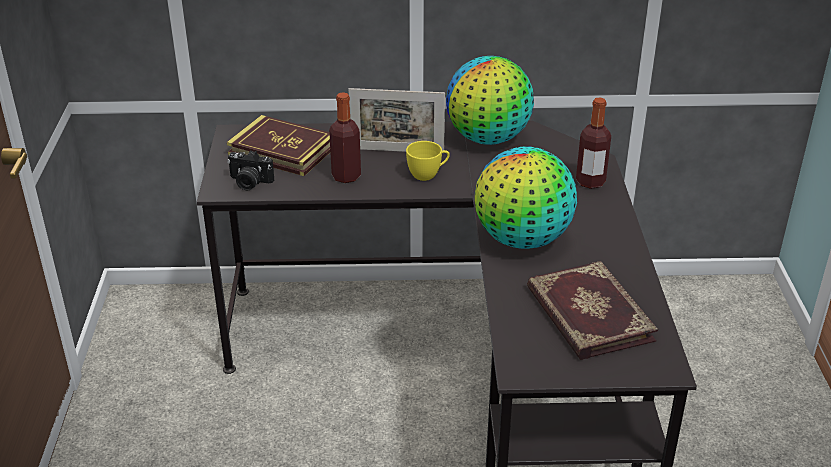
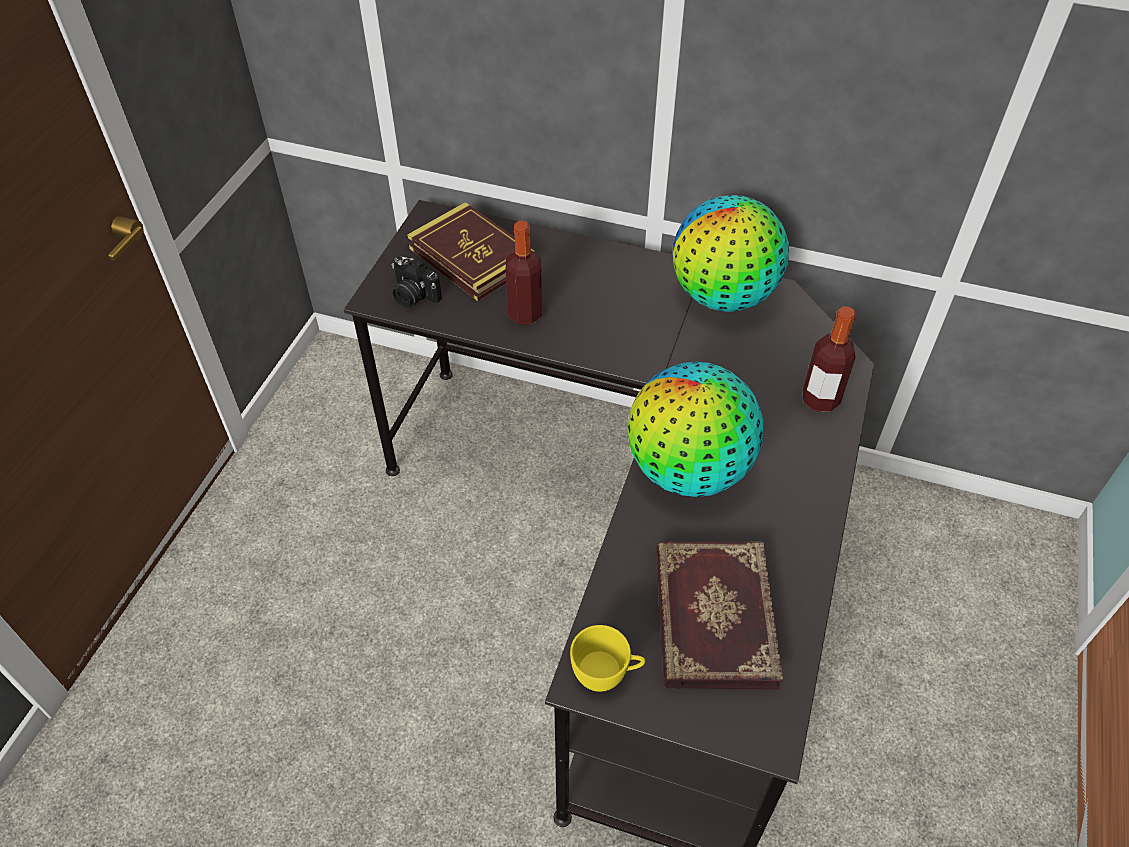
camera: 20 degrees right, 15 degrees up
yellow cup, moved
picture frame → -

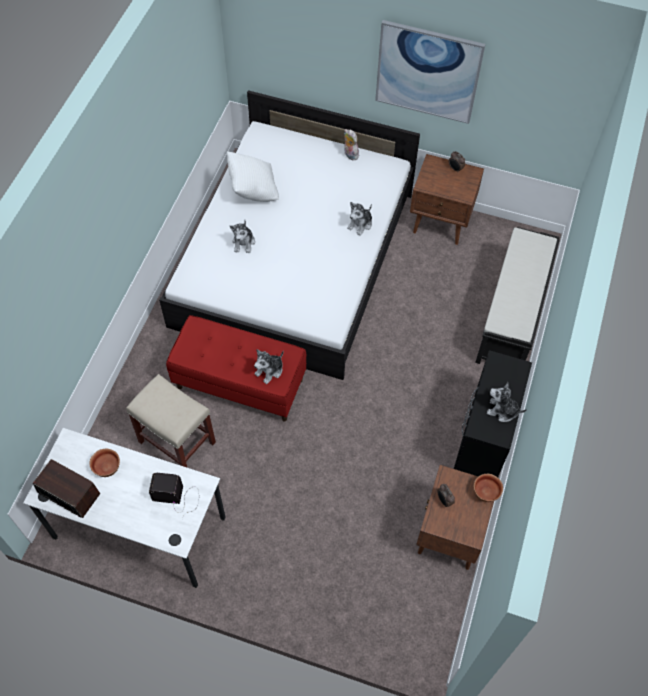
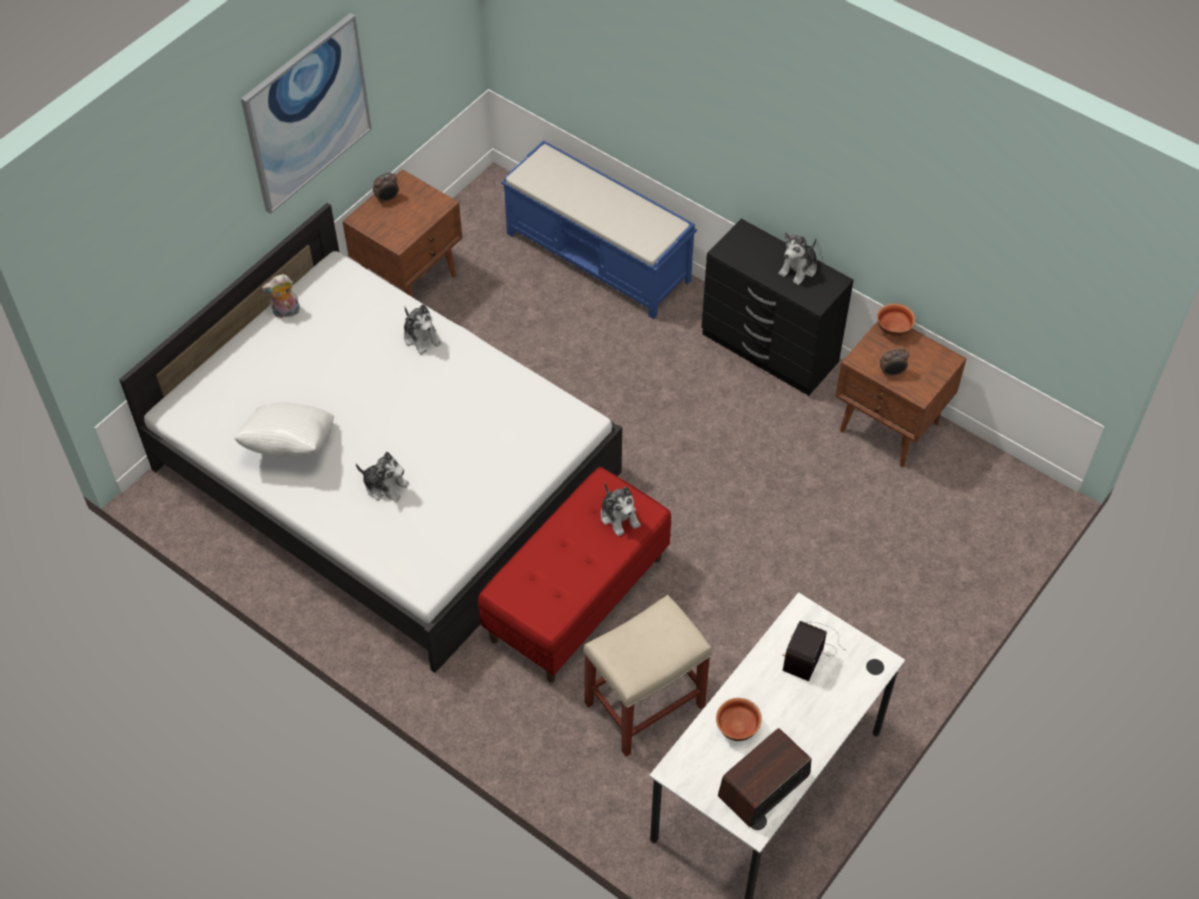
camera: 70 degrees left, 5 degrees down
black bench → blue bench

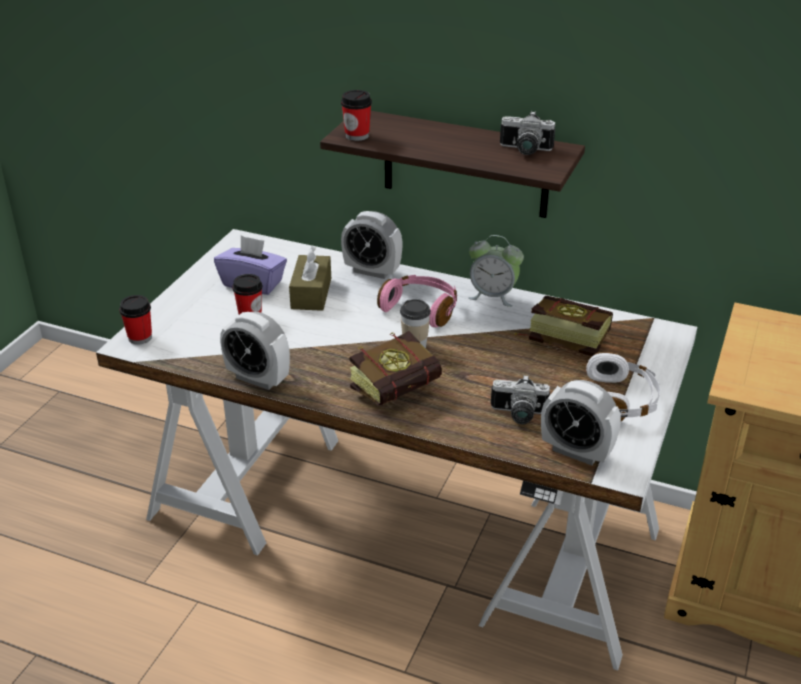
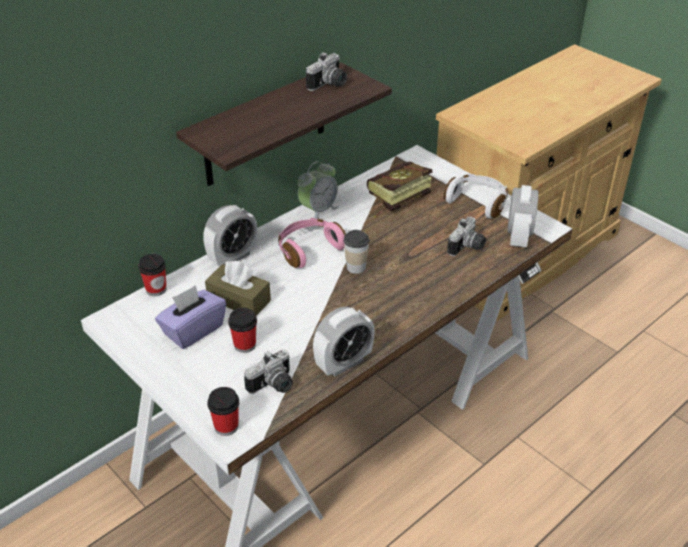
camera: 65 degrees left, 5 degrees up
cup (3rd from left in the first image) → cup (1st from left), moved
- → photo camera (1st from left)
alarm clock (4th from left), 45 degrees counterclockwise
book (1st from left) → -

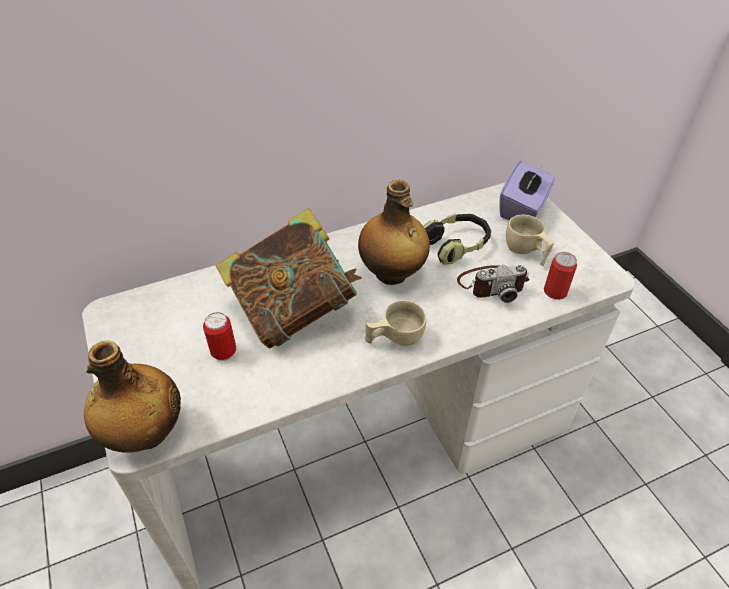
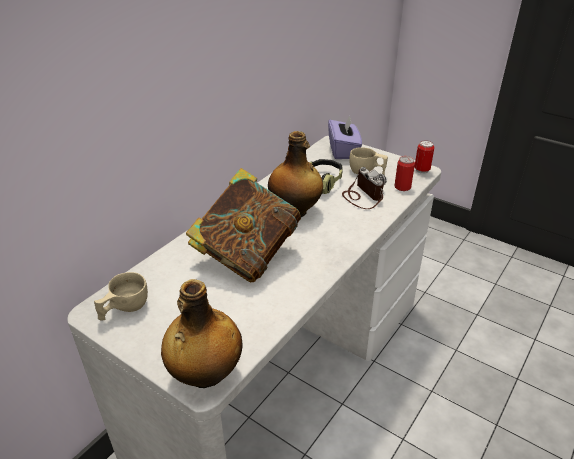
camera: 30 degrees left, 10 degrees down
beige cup (1st from left), moved
photo camera, 75 degrees counterclockwise
can (1st from left in the first image) → can (2nd from left), moved

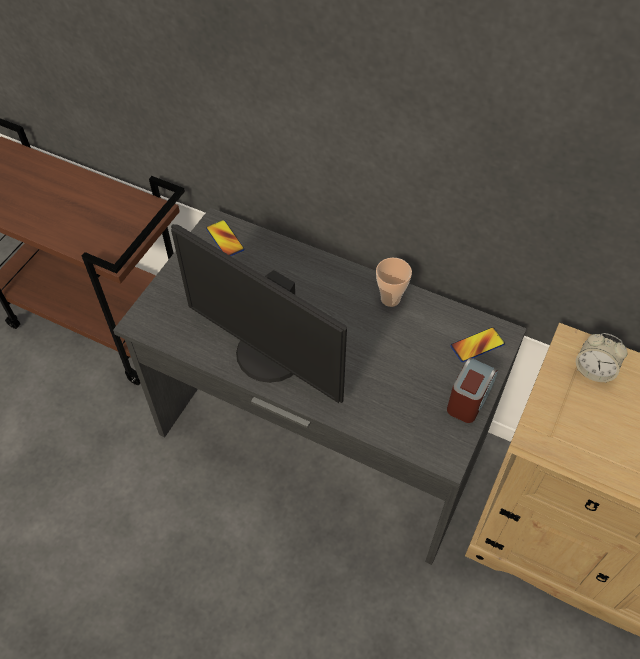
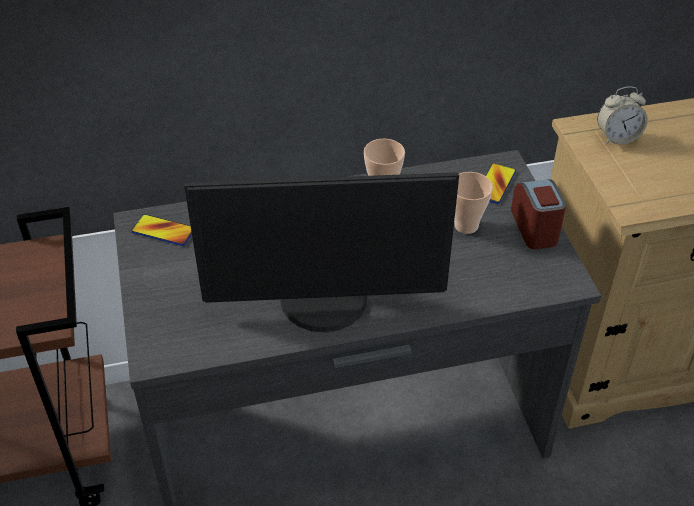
camera: 40 degrees left, 10 degrees down
- → cup (2nd from left)

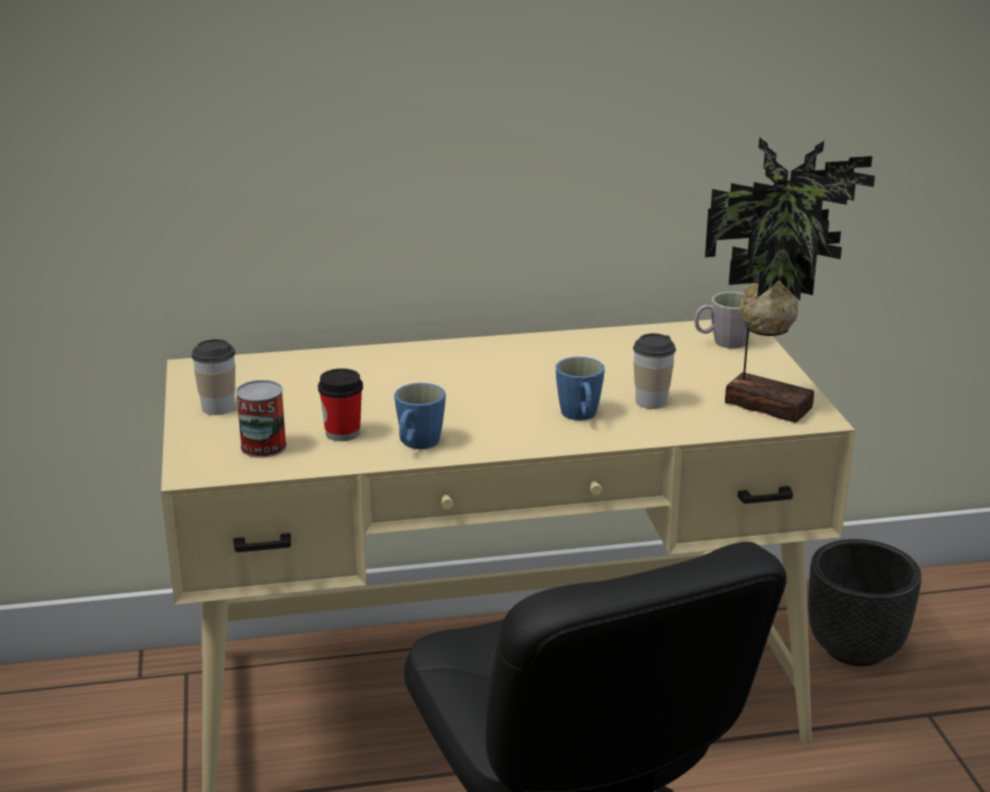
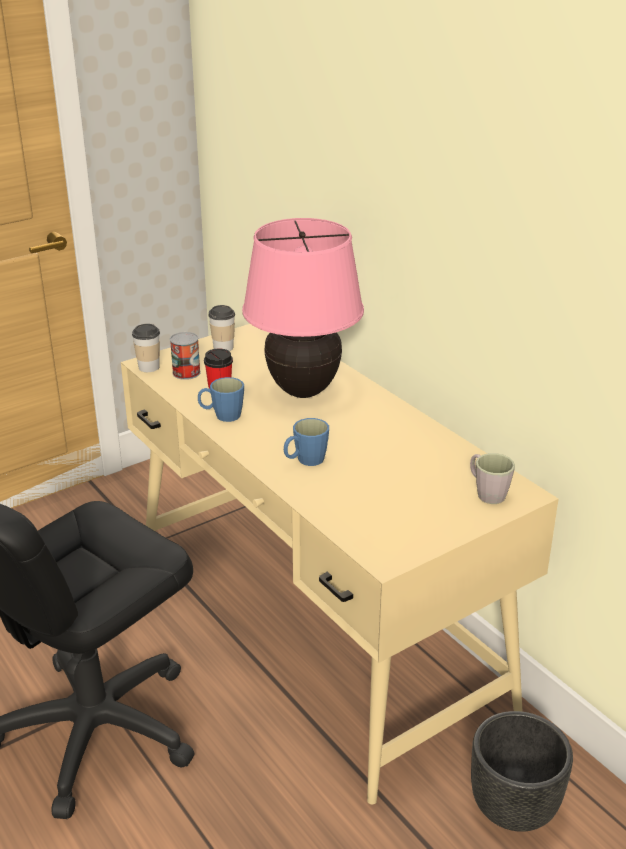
camera: 65 degrees right, 5 degrees up
cup (3rd from left in the first image) → cup (1st from left), moved
- → pink table lamp
potted plant → -

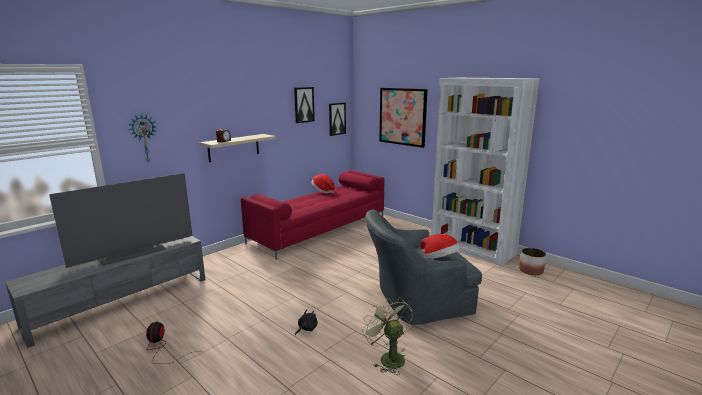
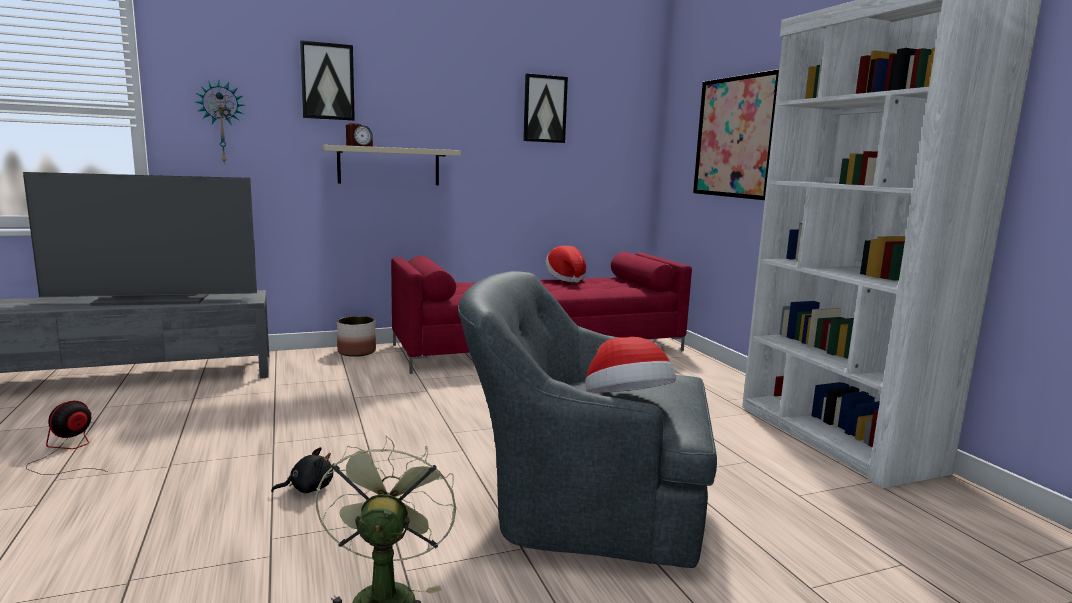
camera: 25 degrees right, 5 degrees down
picture (2nd from left in the first image) → picture (1st from left), moved
planter, moved

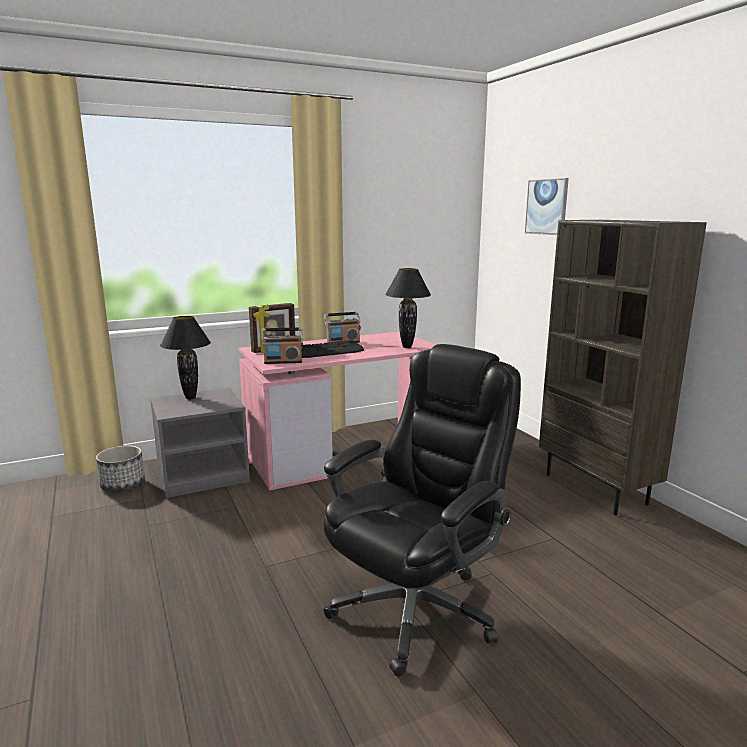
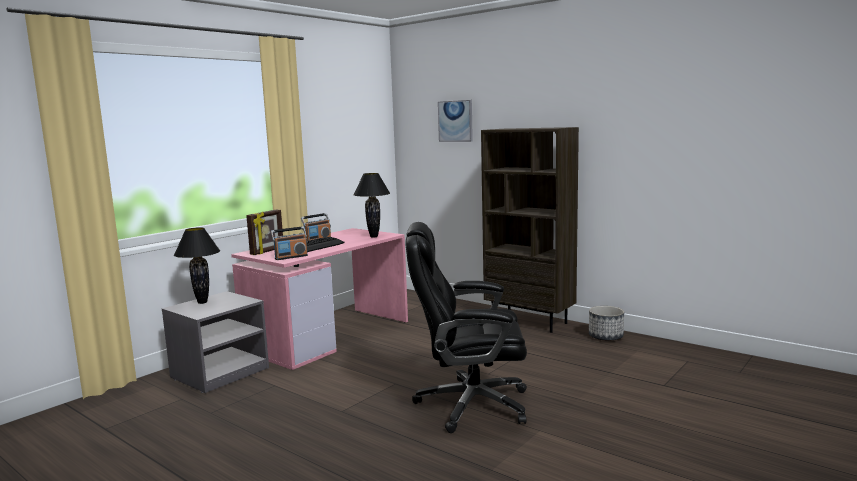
camera: 25 degrees left, 5 degrees down
black office chair, 105 degrees counterclockwise
planter, moved

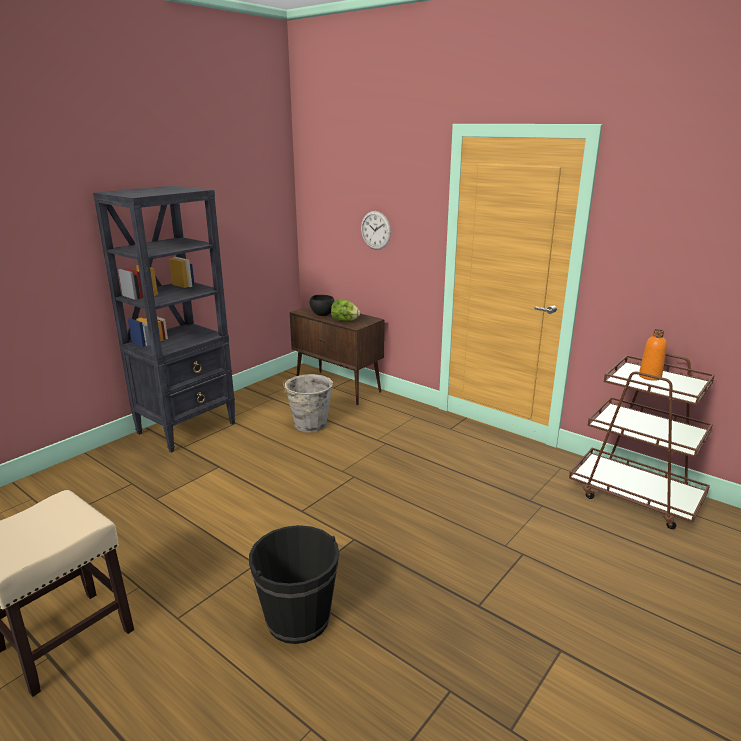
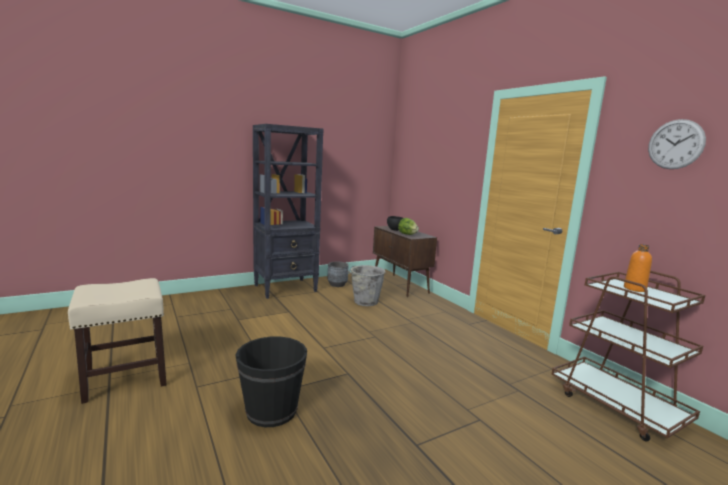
camera: 20 degrees right, 10 degrees down
- → grey planter
wall clock, moved

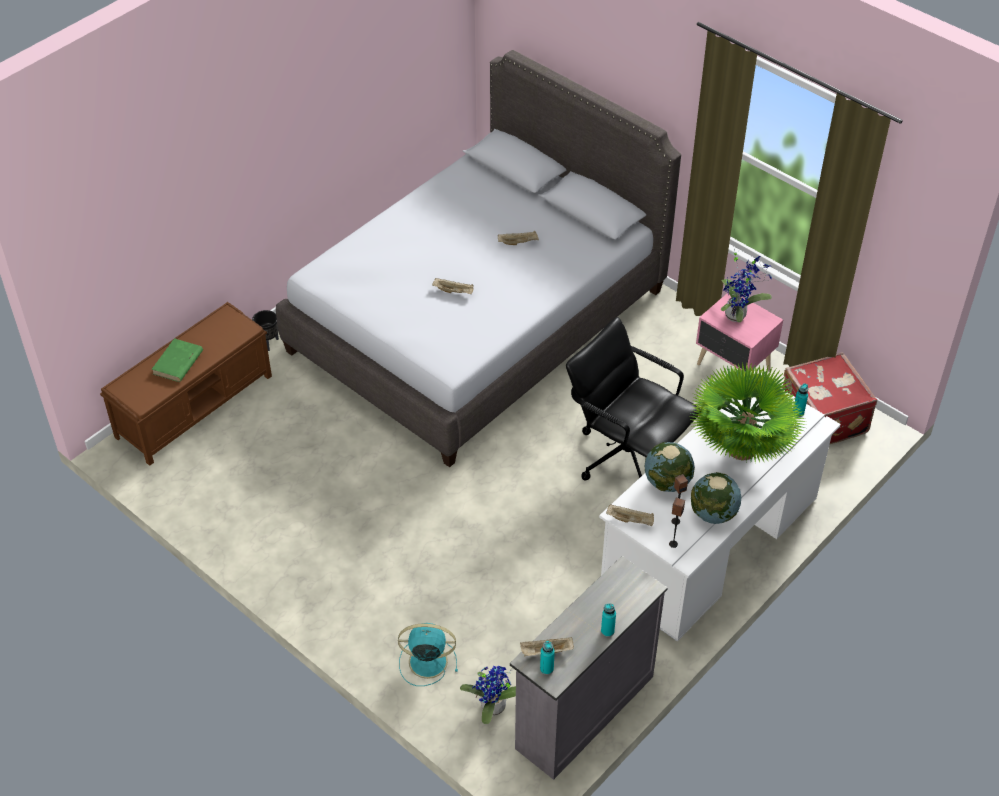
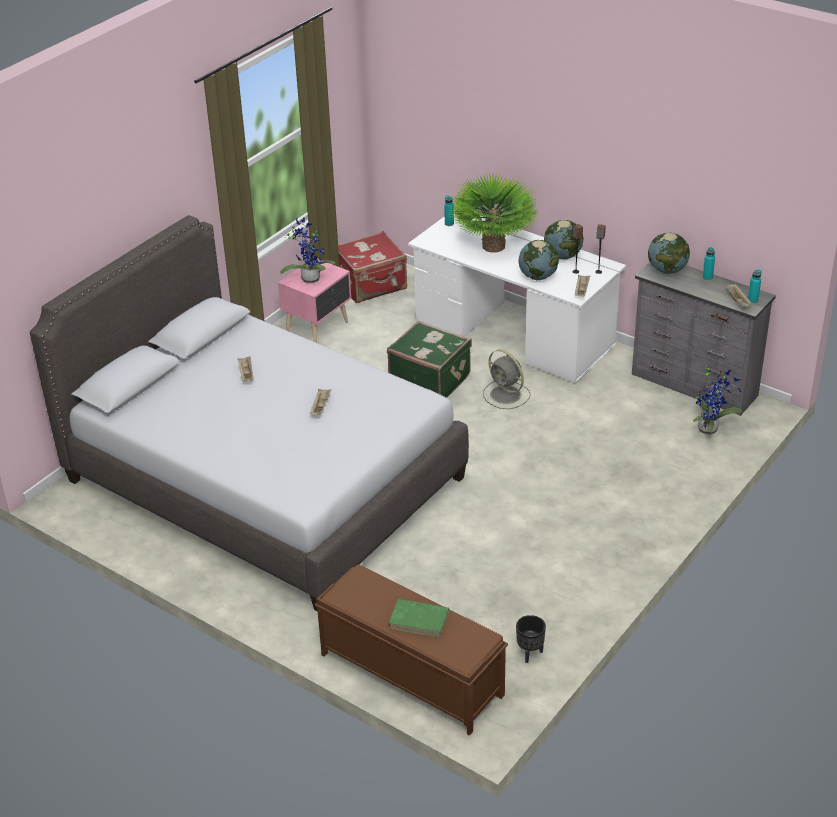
camera: 95 degrees left, 10 degrees down
black office chair → green suitcase
- → grey fan
black planter, moved
- → globe (3rd from left)
turquoise fan → -

